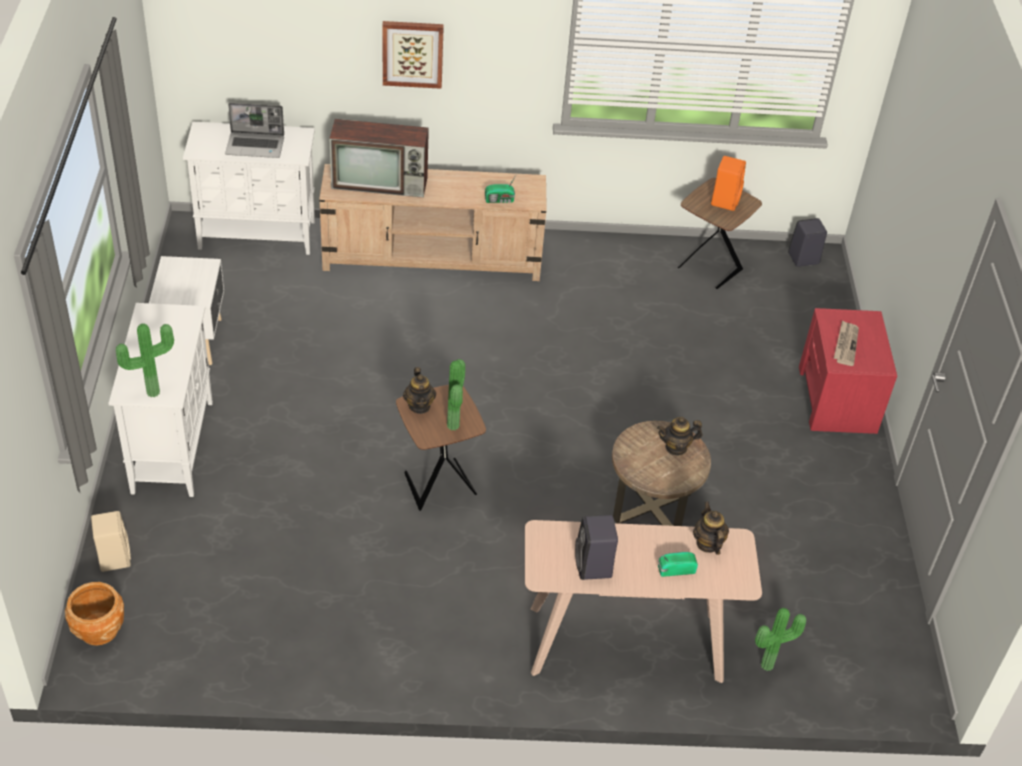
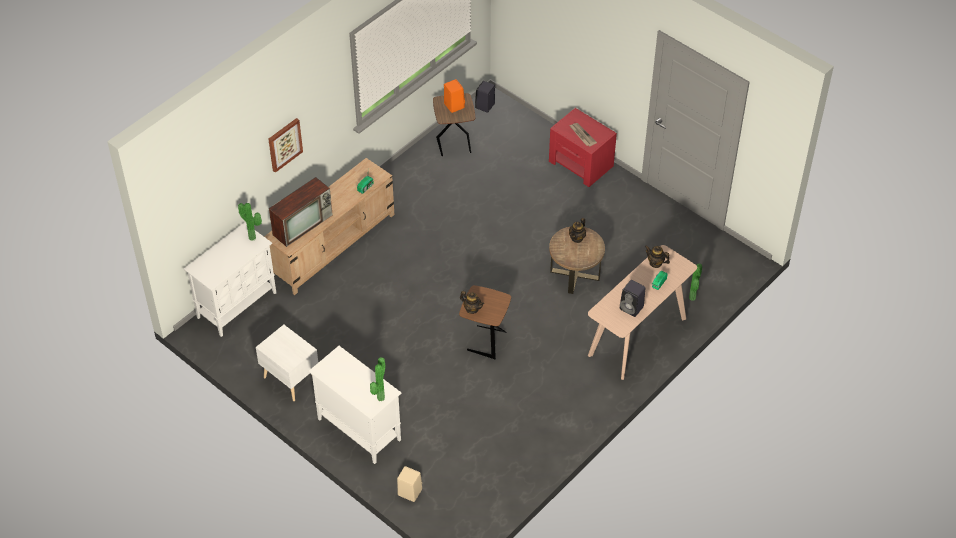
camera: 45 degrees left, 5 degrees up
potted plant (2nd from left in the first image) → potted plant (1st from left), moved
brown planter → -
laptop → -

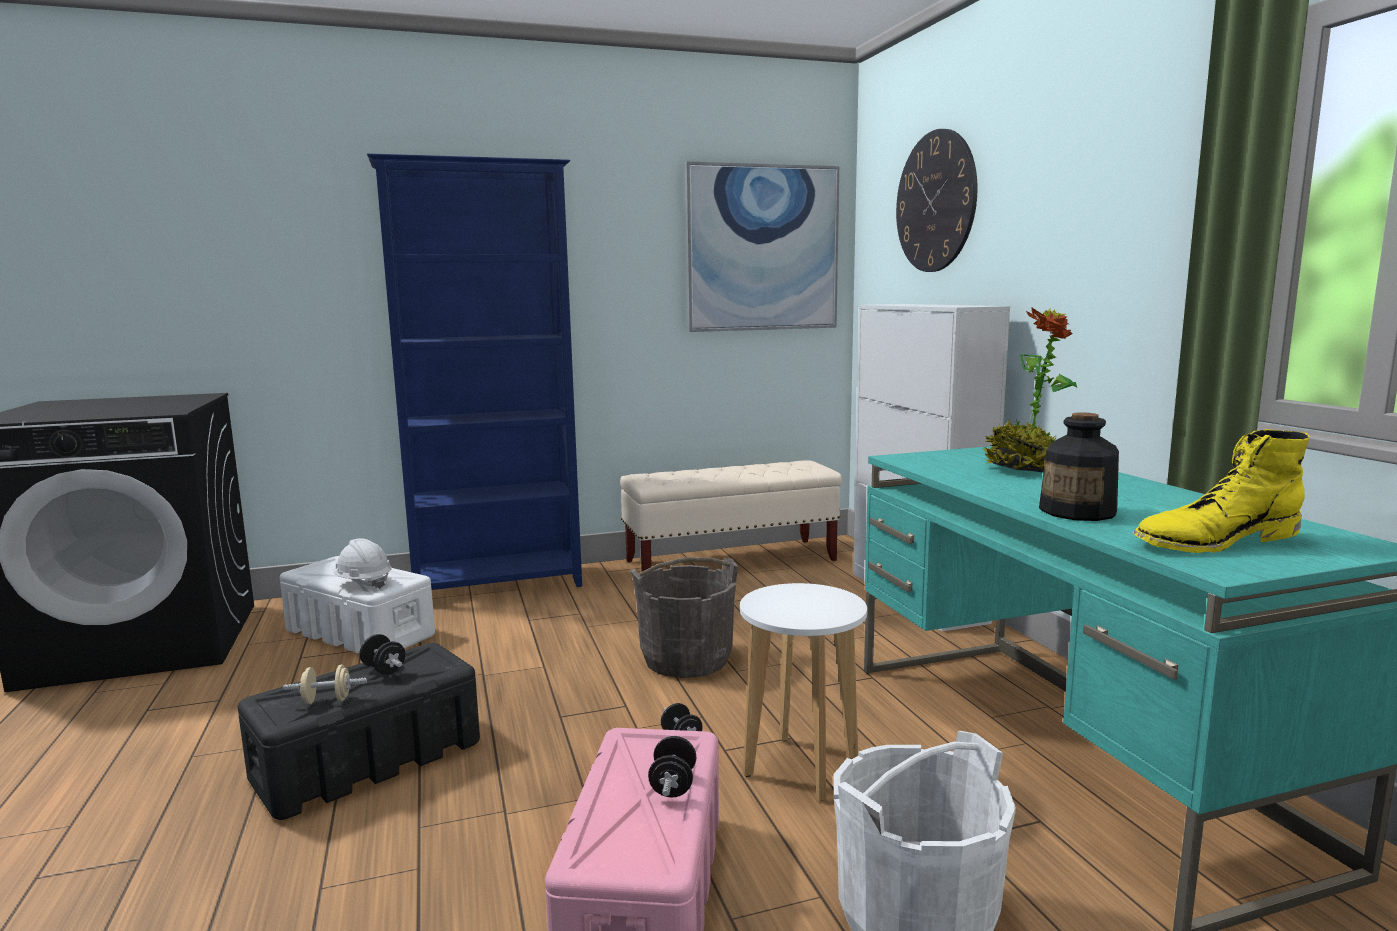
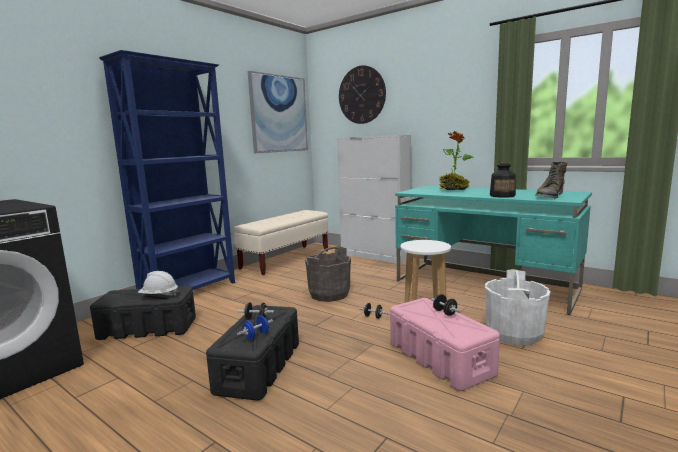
camera: 35 degrees left, 0 degrees up
white storage box → black storage box (1st from left)
beige dumbbell → blue dumbbell
yellow boot → green boot

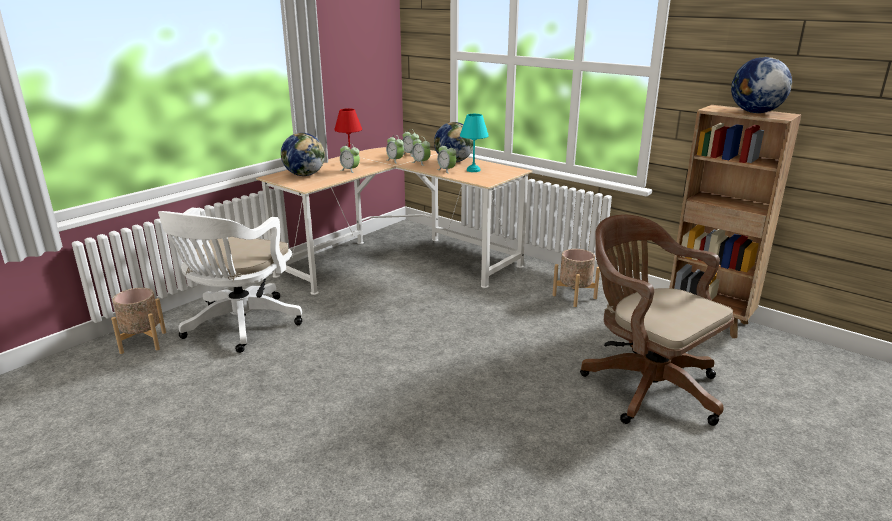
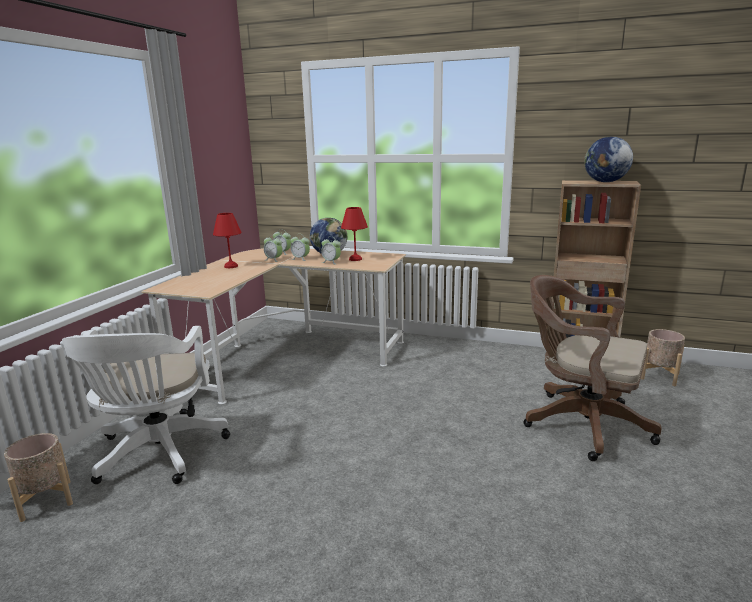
camera: 20 degrees left, 5 degrees down
turquoise table lamp → red table lamp (2nd from left)
beige planter (2nd from left), moved
globe (1st from left) → -
alarm clock (1st from left) → -

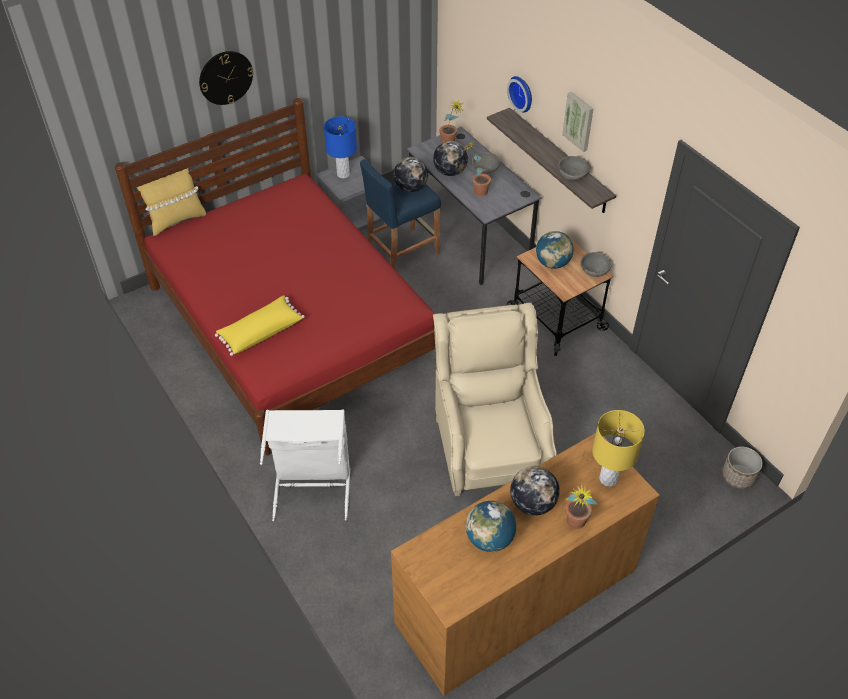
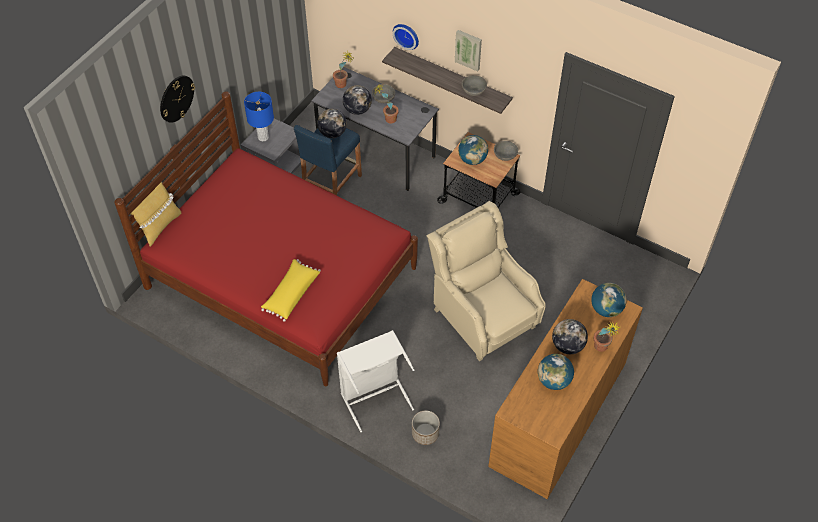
camera: 25 degrees left, 5 degrees up
planter, moved
yellow table lamp → globe (6th from left)

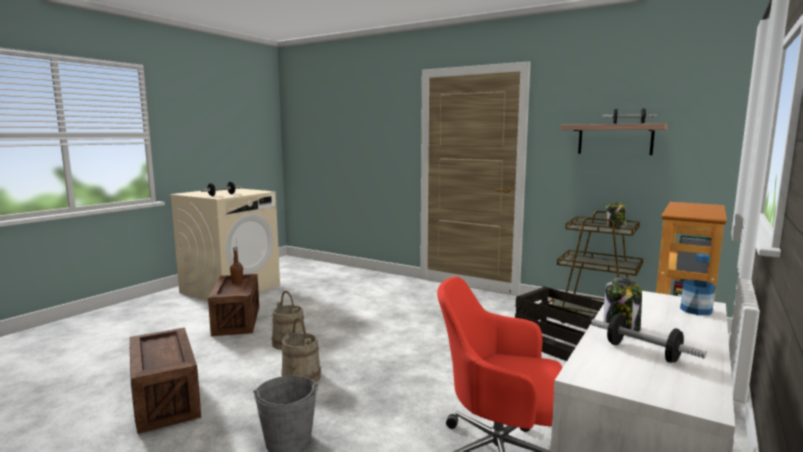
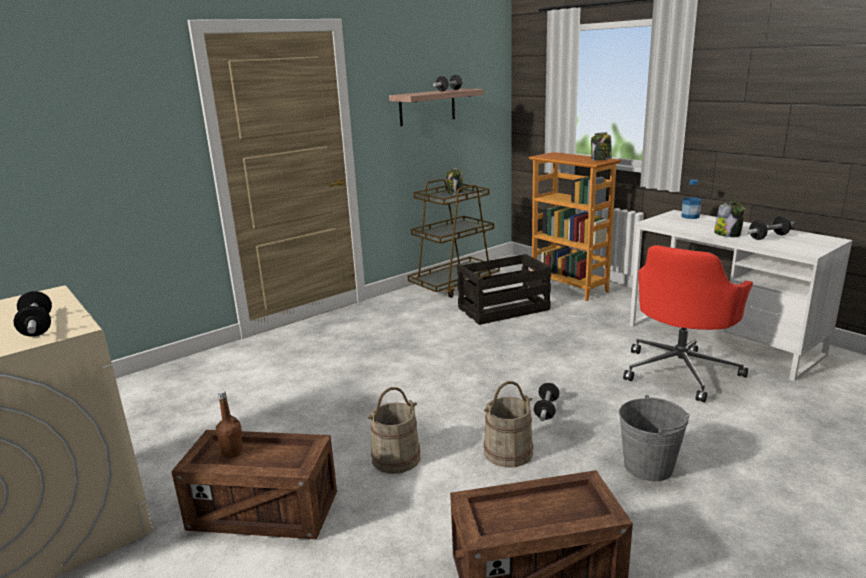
camera: 70 degrees left, 10 degrees up
- → dumbbell (3rd from left)
- → jar (2nd from left)

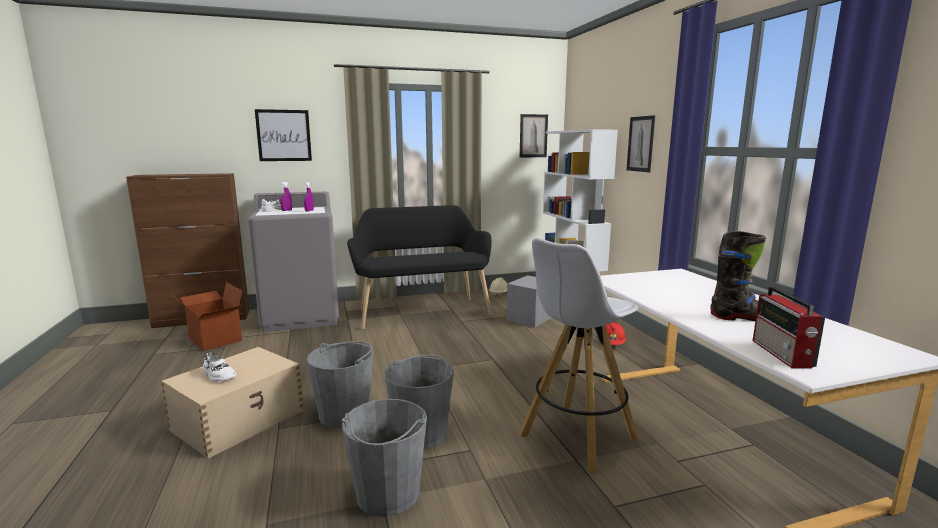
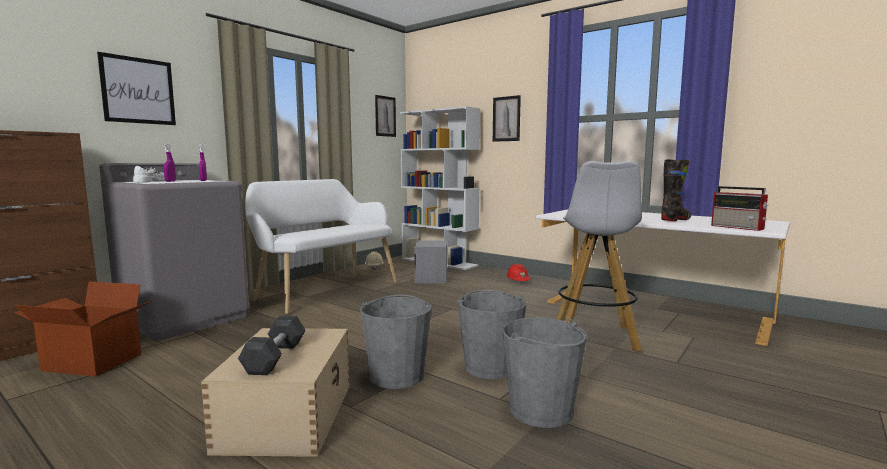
camera: 35 degrees left, 5 degrees down
white shoe (1st from left) → grey dumbbell
black bench → white bench

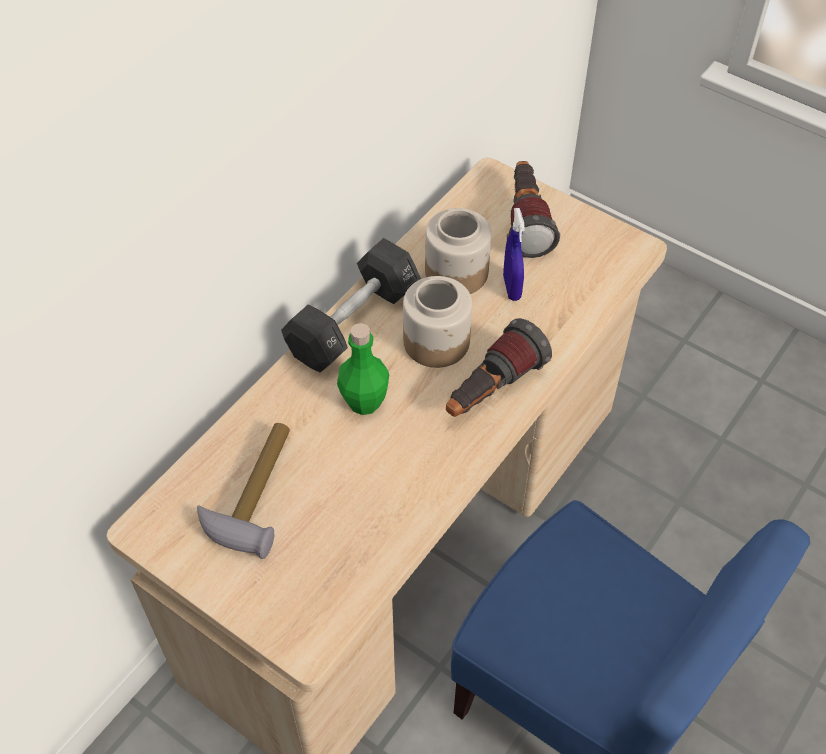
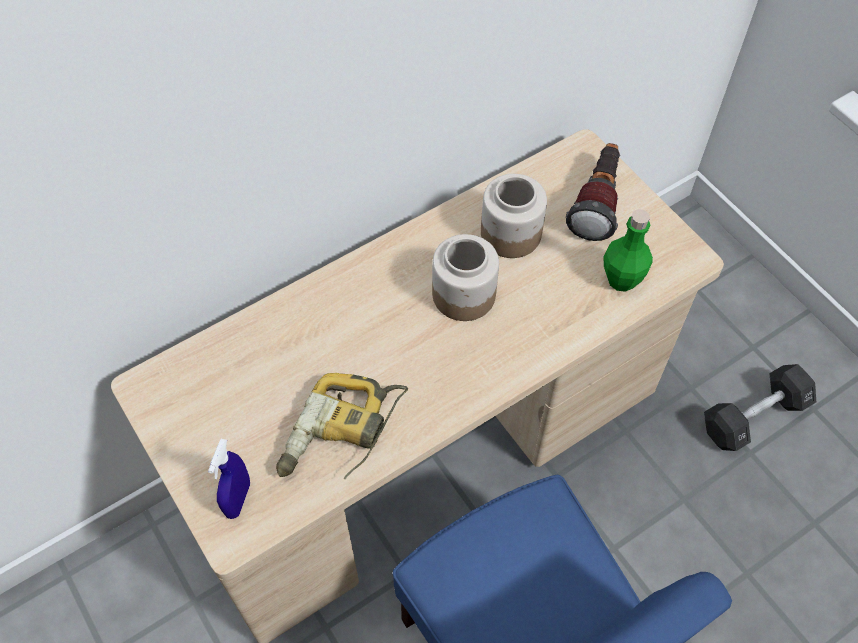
camera: 20 degrees right, 5 degrees up
blue spray bottle, moved
- → power drill
green bottle, moved
black dumbbell, moved
hammer → -
flashlight (1st from left) → -

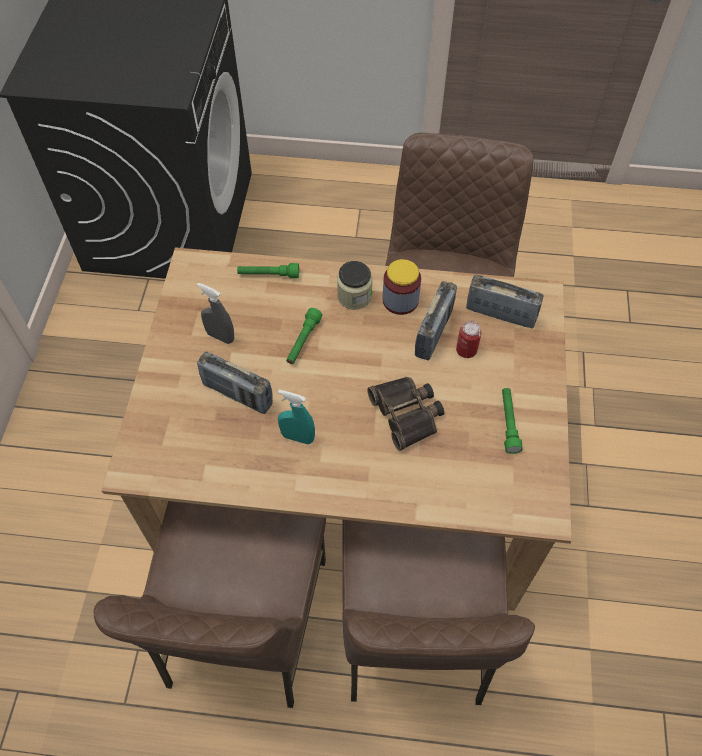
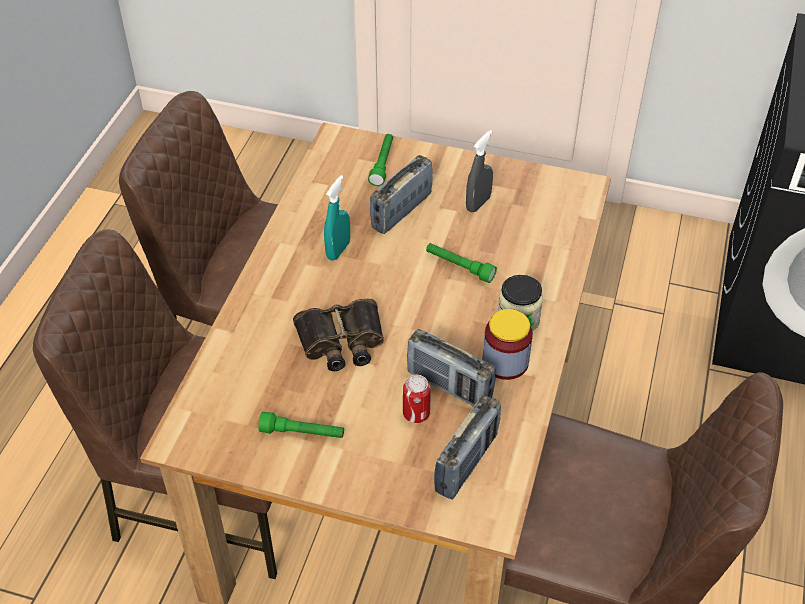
camera: 100 degrees right, 10 degrees down
green flashlight (1st from left in the first image) → green flashlight (2nd from left), moved

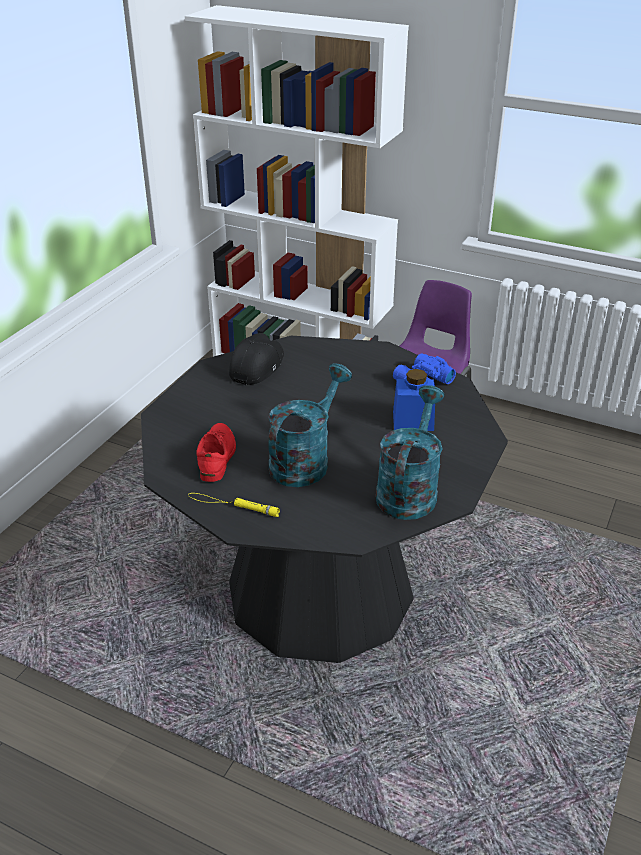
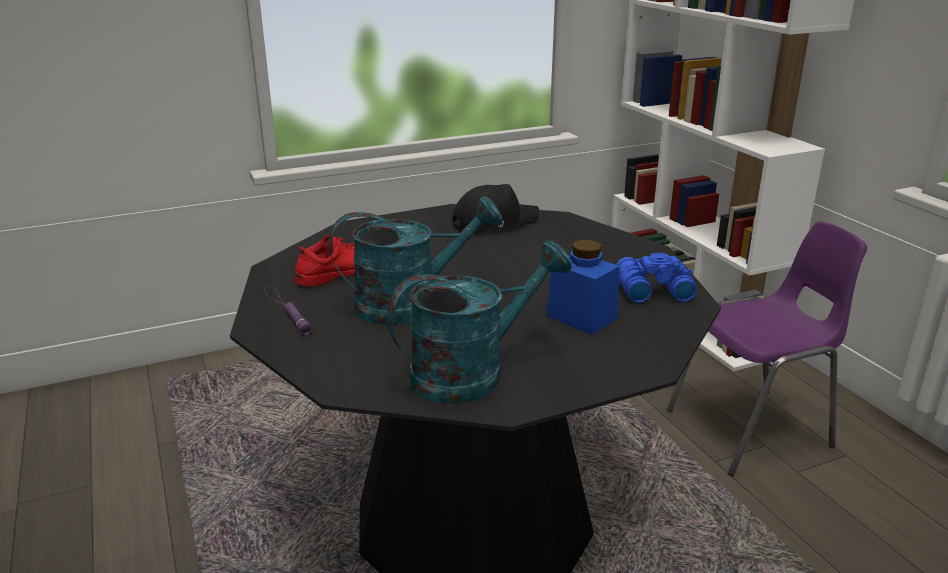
camera: 40 degrees right, 10 degrees down
yellow flashlight → purple flashlight

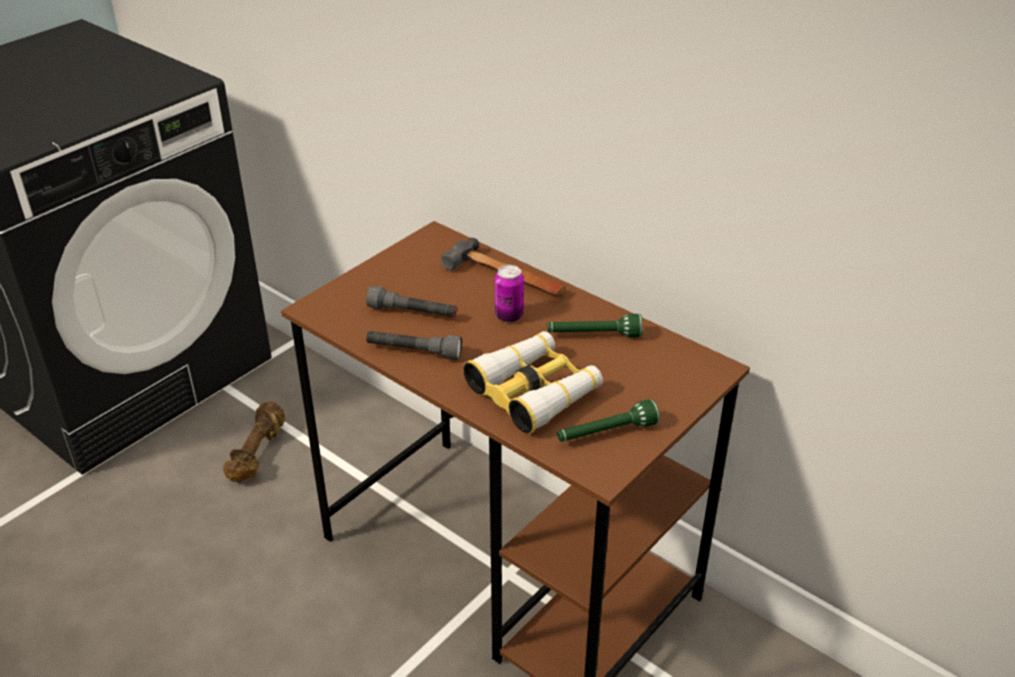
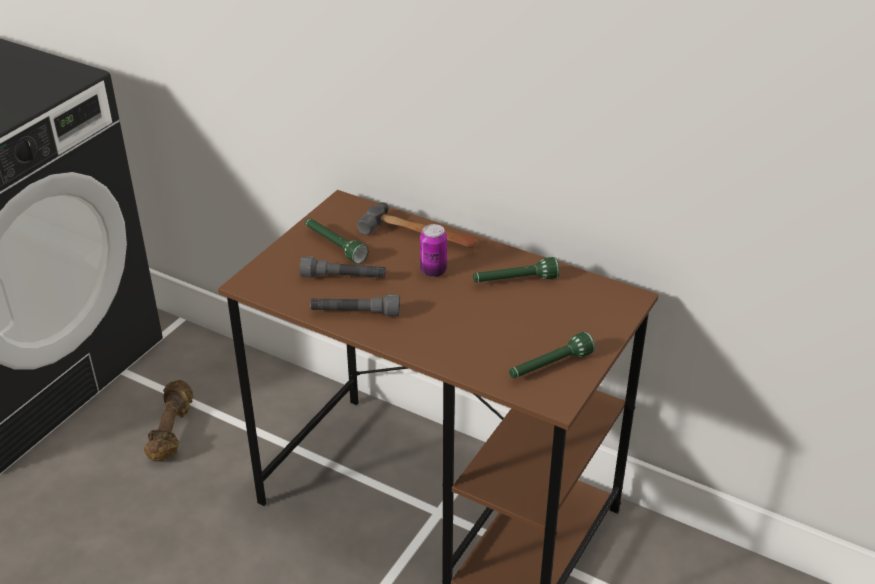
camera: 10 degrees left, 0 degrees up
- → green flashlight (1st from left)
binoculars → -

